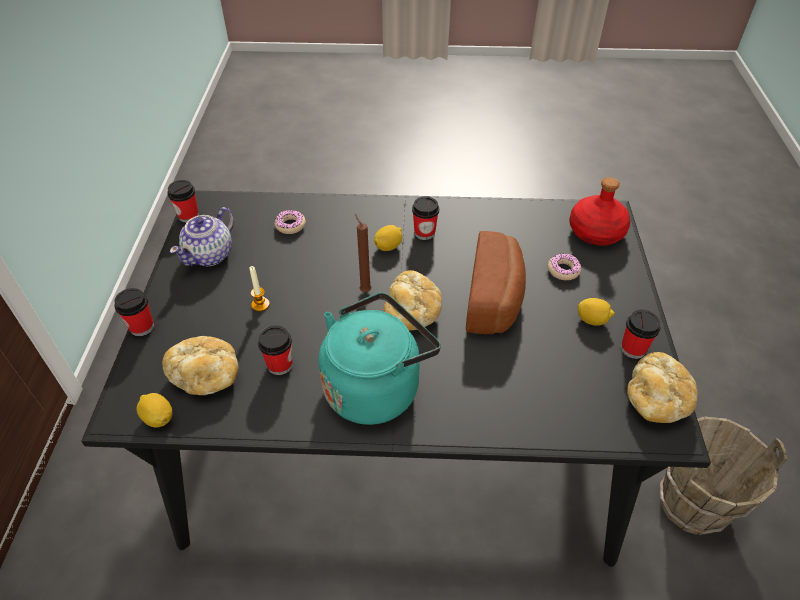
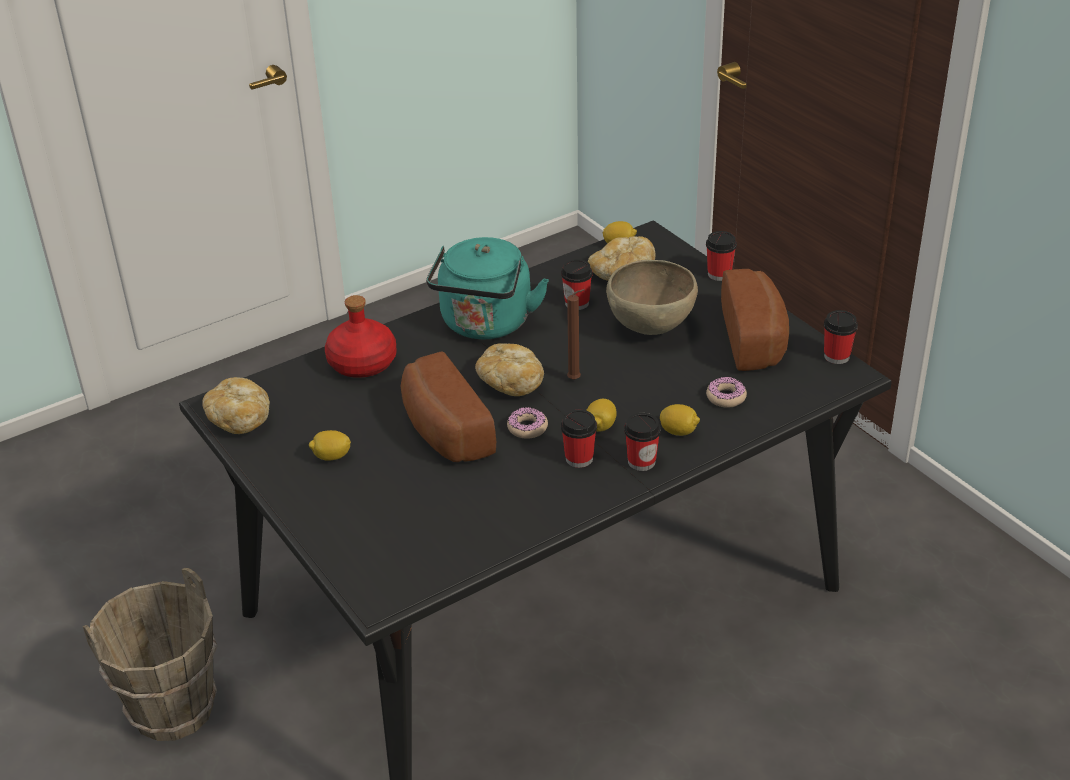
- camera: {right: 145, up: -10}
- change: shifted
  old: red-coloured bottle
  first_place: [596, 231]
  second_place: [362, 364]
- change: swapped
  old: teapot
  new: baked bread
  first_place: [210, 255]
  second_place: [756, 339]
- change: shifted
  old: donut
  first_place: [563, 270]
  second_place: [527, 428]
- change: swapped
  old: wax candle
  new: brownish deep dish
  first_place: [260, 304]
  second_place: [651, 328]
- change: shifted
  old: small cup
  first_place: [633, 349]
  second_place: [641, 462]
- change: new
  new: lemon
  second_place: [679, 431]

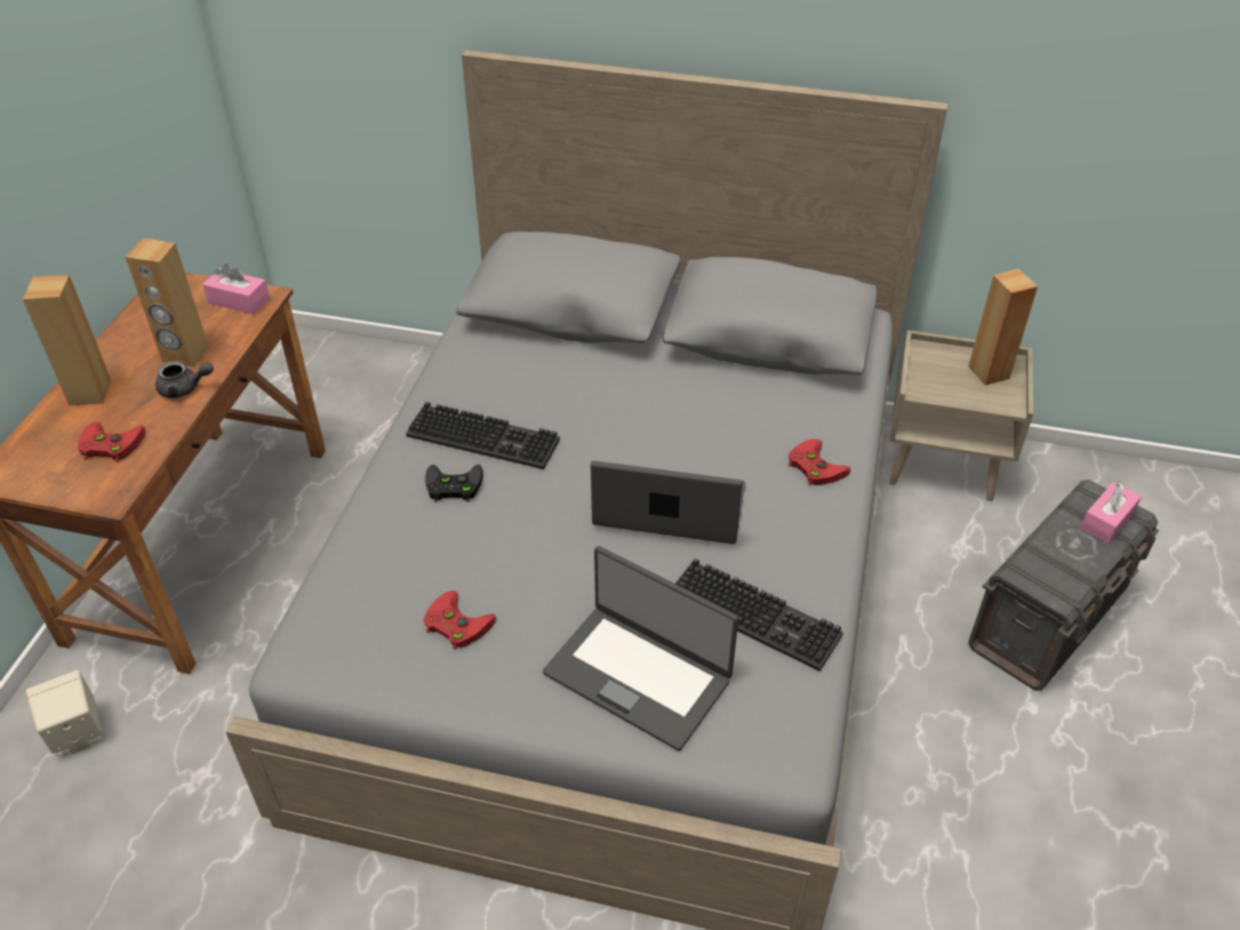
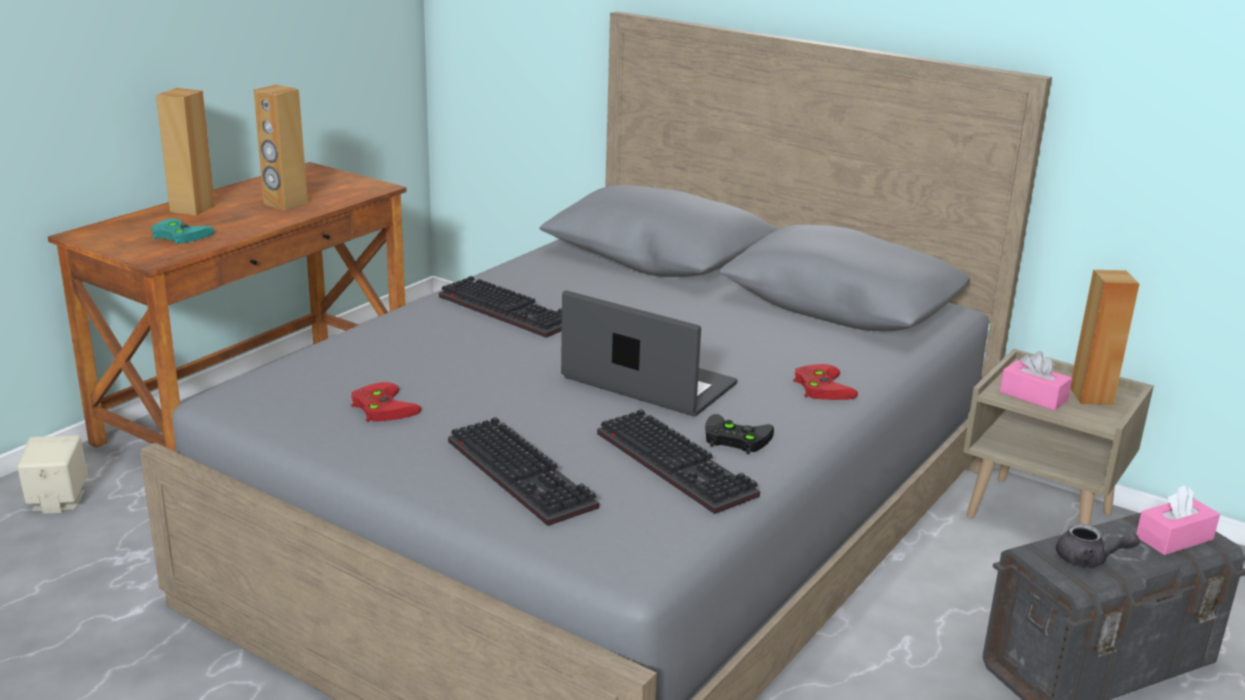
- camera: {right: 20, up: -20}
- change: shifted
  old: pinkish tissue box
  first_place: [239, 301]
  second_place: [1033, 396]
- change: shifted
  old: grey teapot
  first_place: [184, 389]
  second_place: [1089, 560]
- change: repainted
  old: red-coloured joypad
  new: turquoise-coloured joypad
  first_place: [108, 445]
  second_place: [178, 235]
- change: shifted
  old: black joypad
  first_place: [451, 486]
  second_place: [734, 438]
- change: swapped
  old: portable computer
  new: keyboard
  first_place: [638, 675]
  second_place: [525, 474]

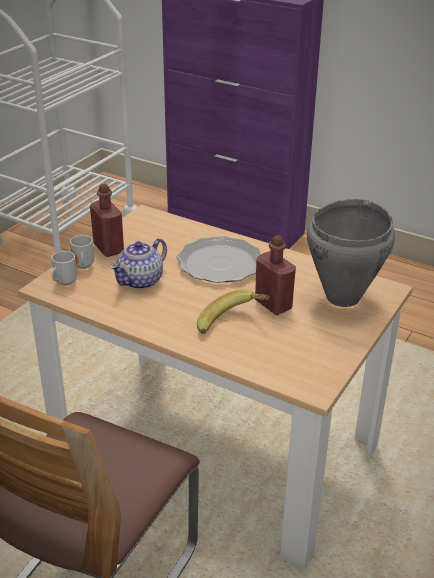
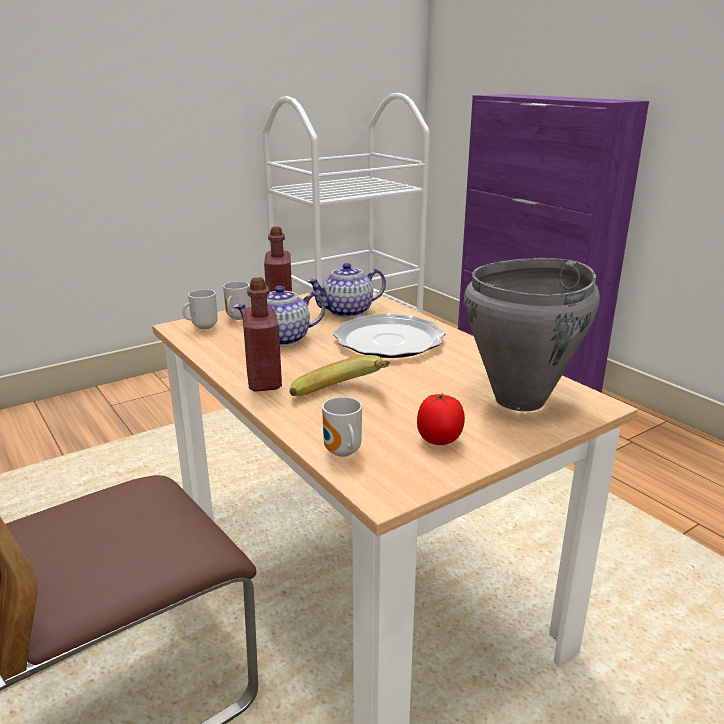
- camera: {right: 25, up: -10}
- change: shifted
  old: red-coloured bottle
  first_place: [273, 305]
  second_place: [264, 381]
- change: new
  new: teapot
  second_place: [348, 312]
- change: new
  new: whole tomato
  second_place: [439, 441]
- change: new
  new: mug
  second_place: [342, 453]

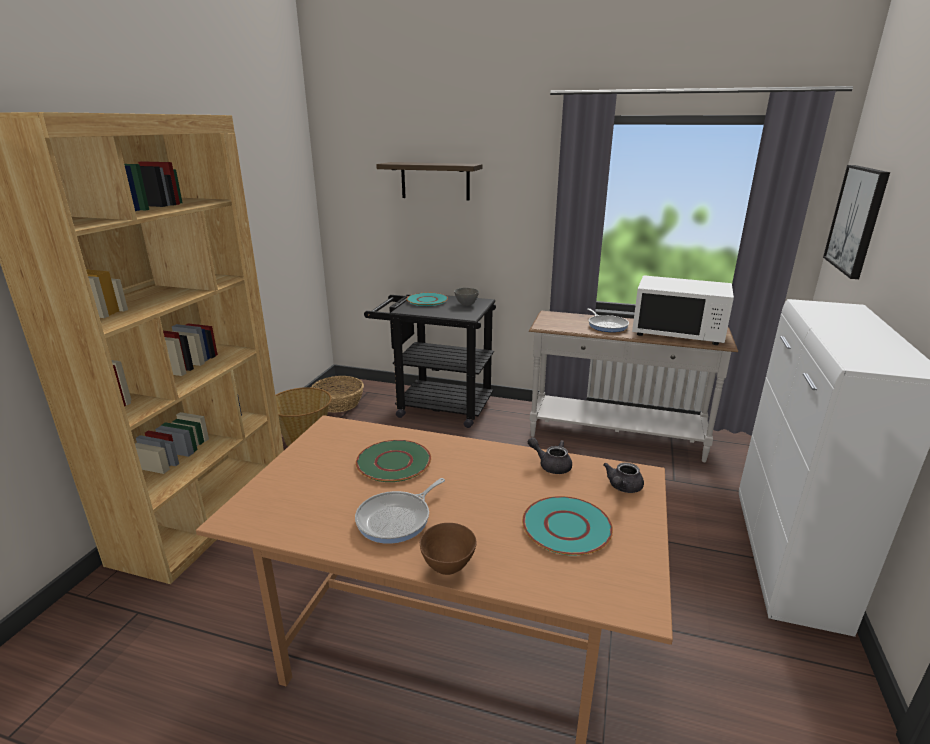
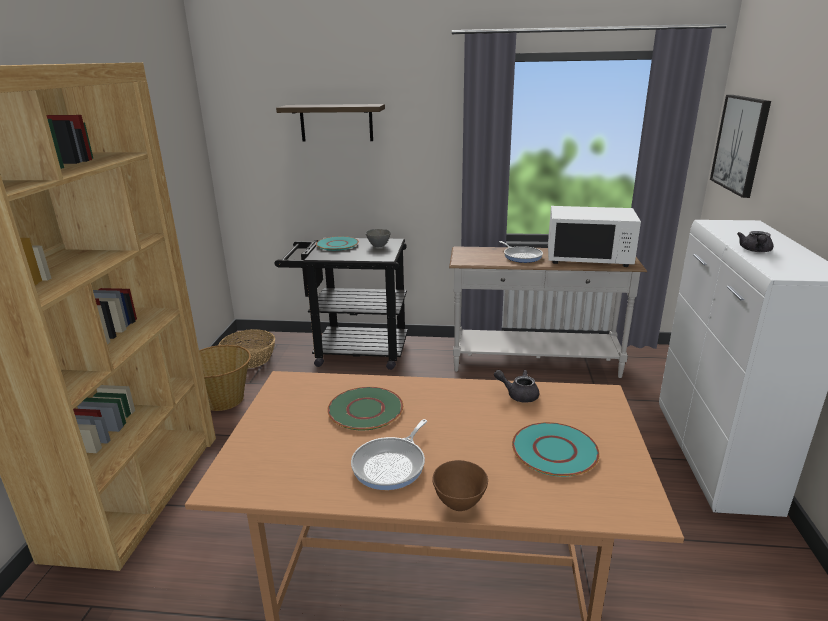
- camera: {right: -10, up: 0}
- change: shifted
  old: grey teapot
  first_place: [622, 487]
  second_place: [755, 251]

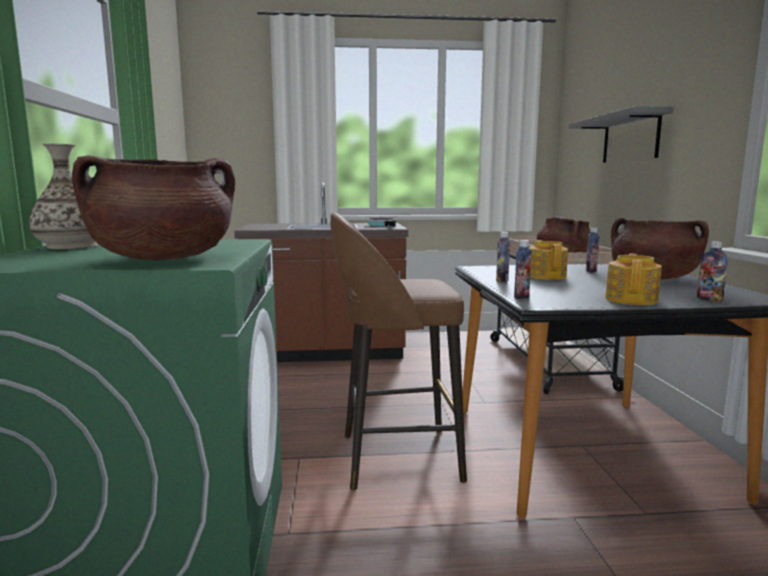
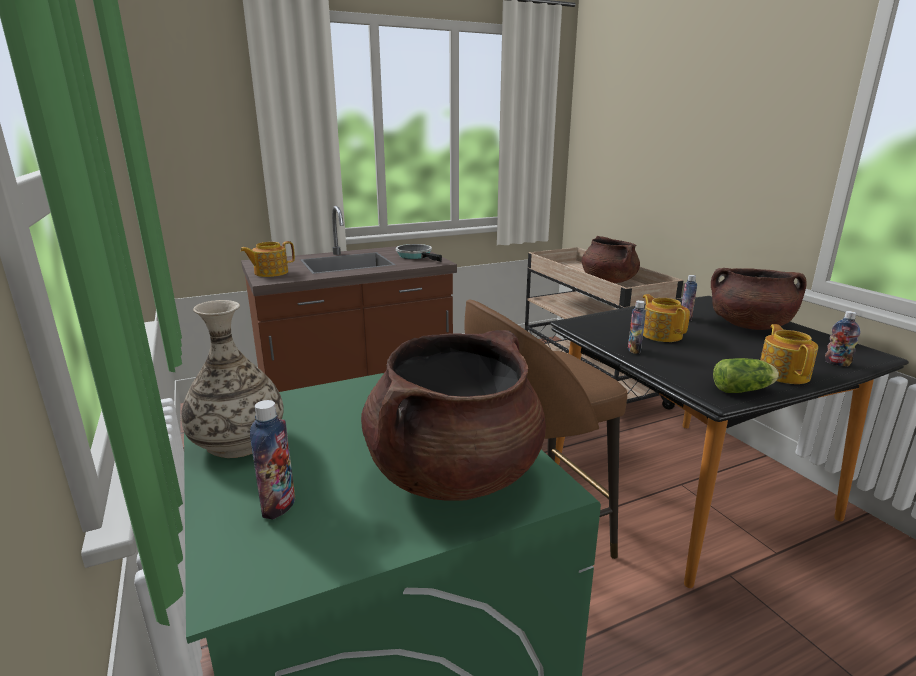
- camera: {right: -20, up: 10}
- change: gone
  old: grey bracket shelf
  first_place: [630, 138]
- change: shifted
  old: bottle
  first_place: [521, 297]
  second_place: [279, 506]
- change: new
  new: teapot
  second_place: [270, 273]
- change: new
  new: lettuce head
  second_place: [744, 390]

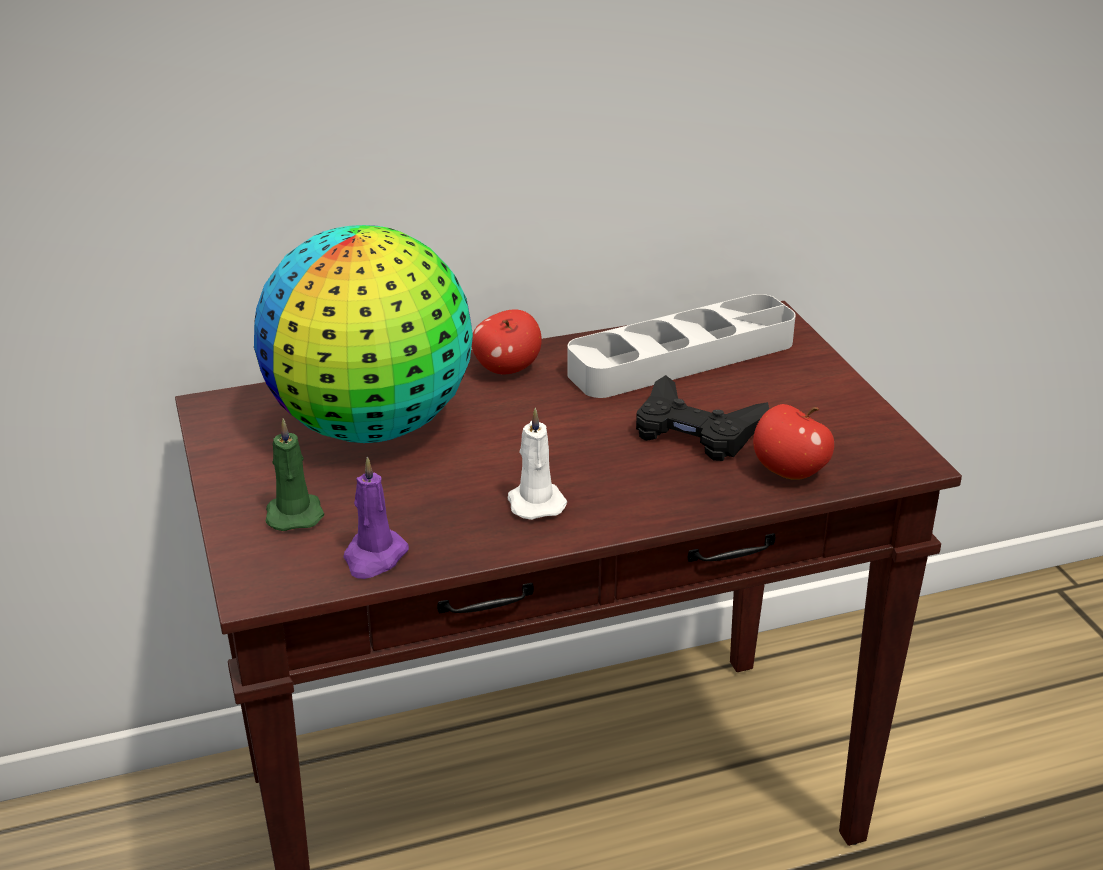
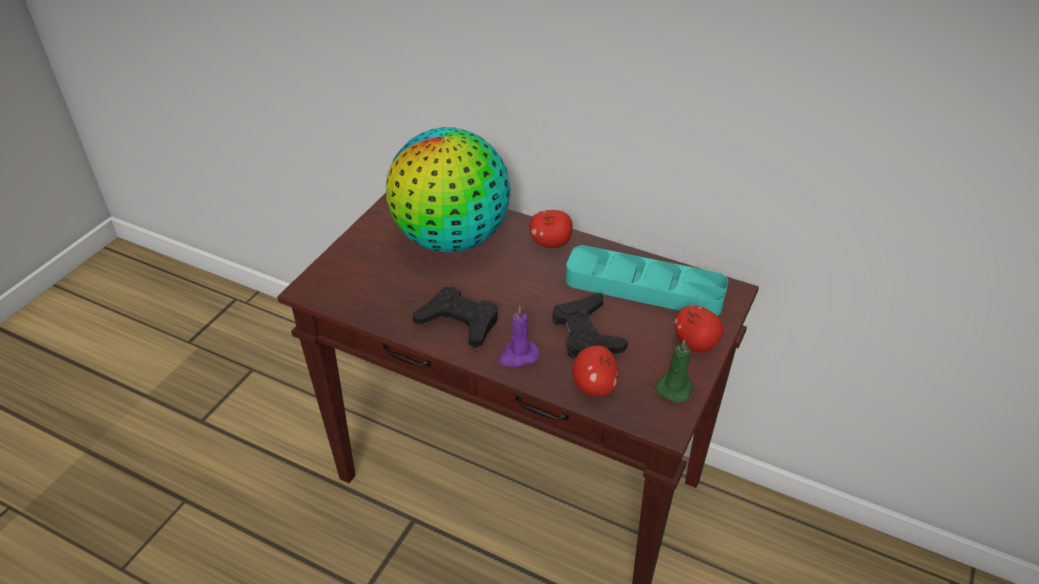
- camera: {right: 45, up: 10}
- change: repainted
  old: grey tray
  new: turquoise-coloured tray
  first_place: [682, 357]
  second_place: [644, 288]
- change: swapped
  old: whitish wax candle
  new: black joypad
  first_place: [535, 502]
  second_place: [459, 322]
- change: shifted
  old: green-coloured wax candle
  first_place: [294, 513]
  second_place: [675, 387]
- change: shifted
  old: purplish wax candle
  first_place: [374, 557]
  second_place: [518, 356]
- change: new
  new: whole apple
  second_place: [695, 343]

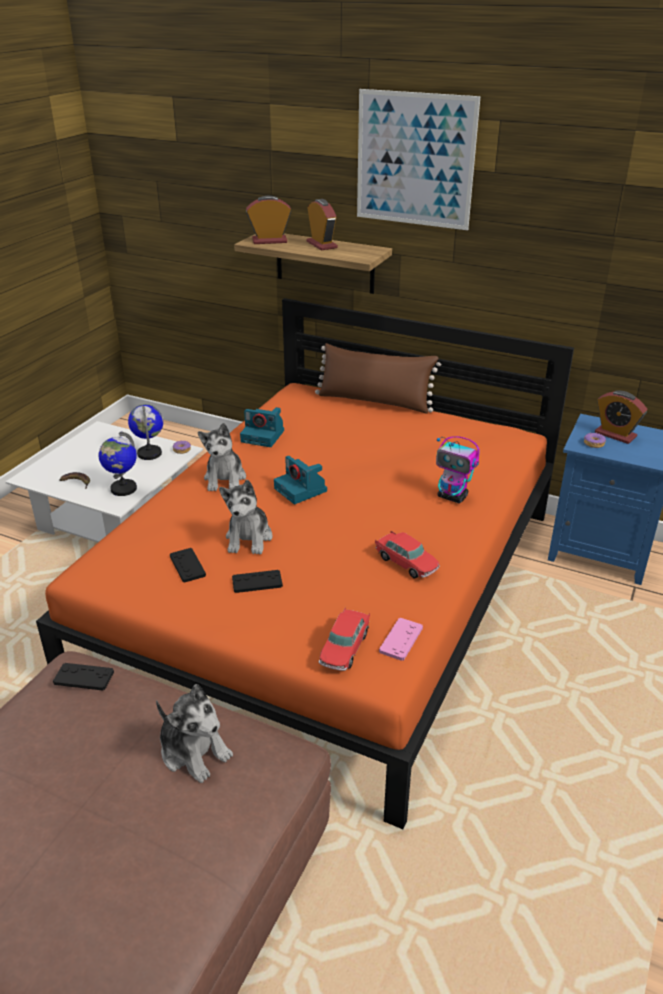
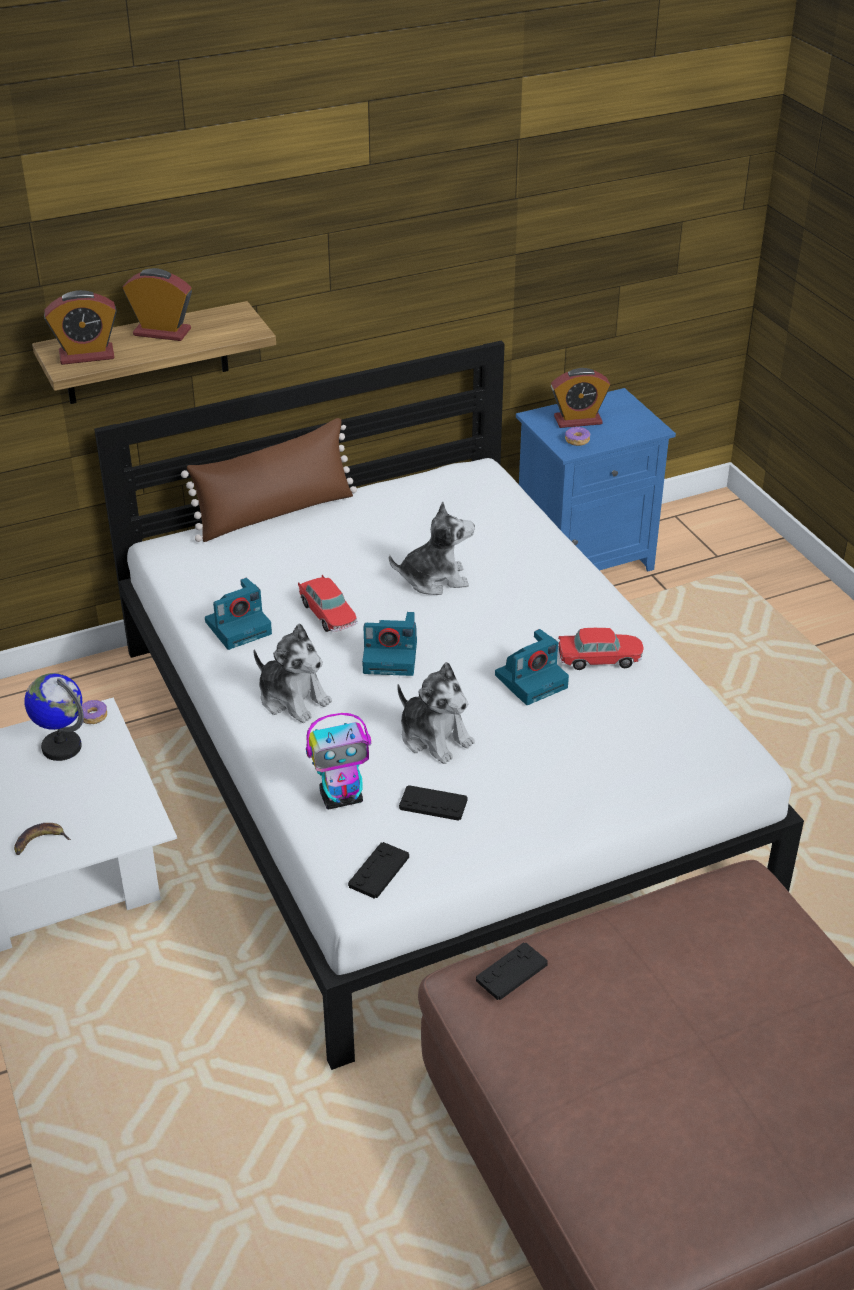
- camera: {right: -50, up: 5}
- change: gone
  old: wall picture
  first_place: [415, 160]
- change: rotated
  old: bedside clock
  first_place: [269, 241]
  second_place: [86, 355]
  degrees: -135
- change: repainted
  old: orangey bedroom bed
  new: whitish bedroom bed
  first_place: [333, 591]
  second_place: [429, 764]
- change: gone
  old: desk globe
  first_place: [123, 489]
- change: shifted
  old: toy robot
  first_place: [453, 497]
  second_place: [342, 797]
- change: shifted
  old: black joypad
  first_place: [257, 582]
  second_place: [379, 871]
- change: shifted
  old: toy car
  first_place: [344, 648]
  second_place: [328, 614]
- change: gone
  old: pinkish joypad
  first_place: [401, 640]
- change: shifted
  old: cuddly toy
  first_place: [194, 751]
  second_place: [434, 579]
- change: new
  new: still camera
  second_place: [532, 680]

